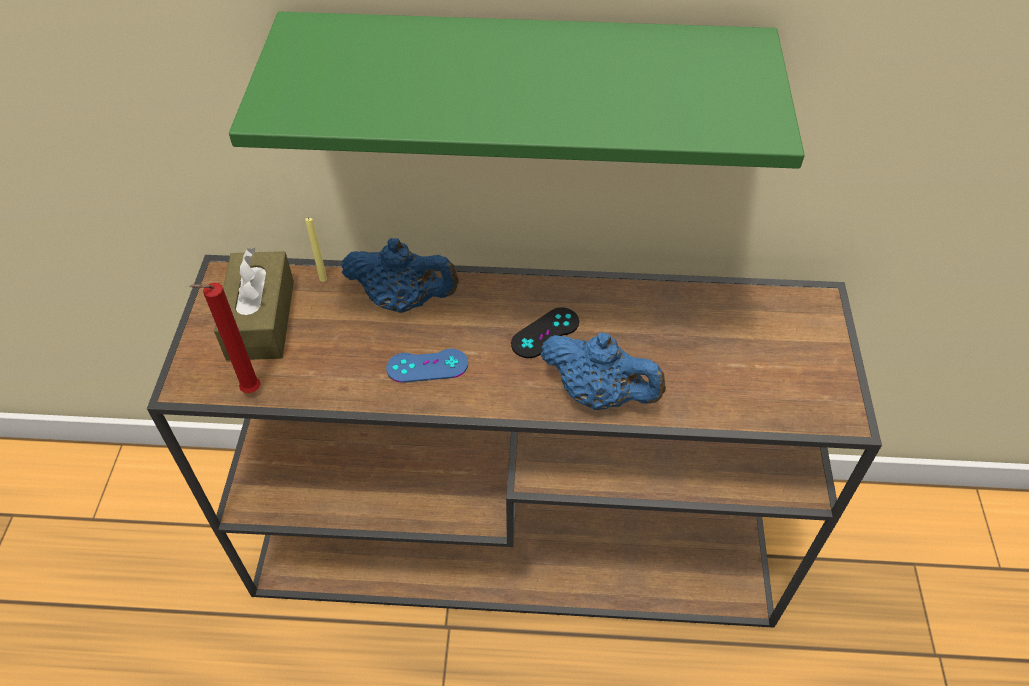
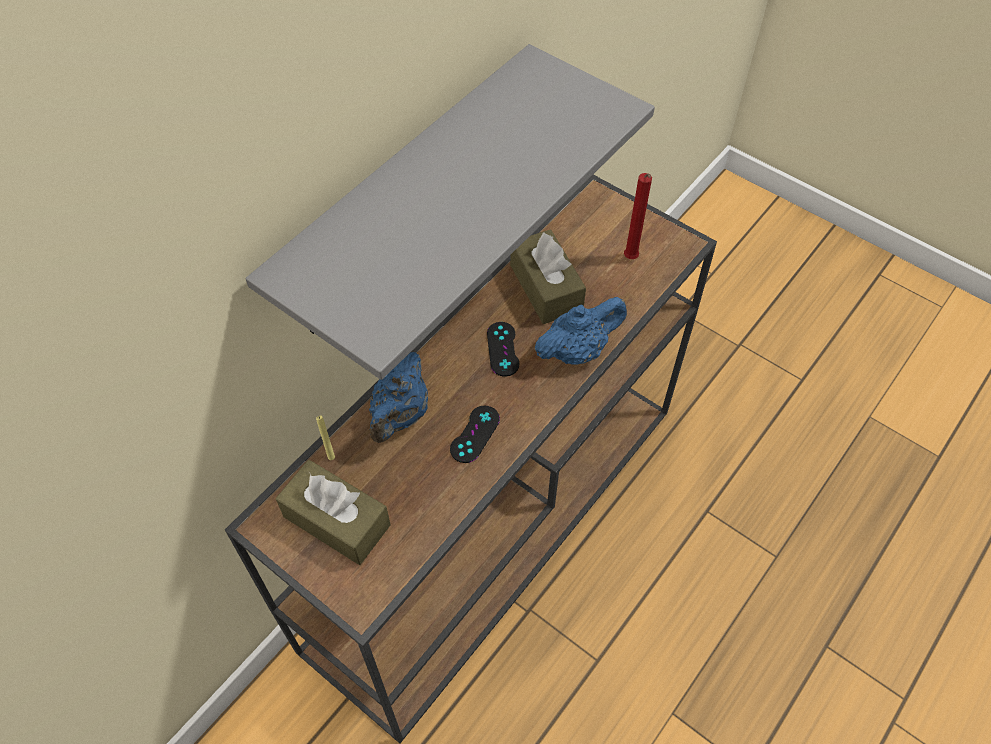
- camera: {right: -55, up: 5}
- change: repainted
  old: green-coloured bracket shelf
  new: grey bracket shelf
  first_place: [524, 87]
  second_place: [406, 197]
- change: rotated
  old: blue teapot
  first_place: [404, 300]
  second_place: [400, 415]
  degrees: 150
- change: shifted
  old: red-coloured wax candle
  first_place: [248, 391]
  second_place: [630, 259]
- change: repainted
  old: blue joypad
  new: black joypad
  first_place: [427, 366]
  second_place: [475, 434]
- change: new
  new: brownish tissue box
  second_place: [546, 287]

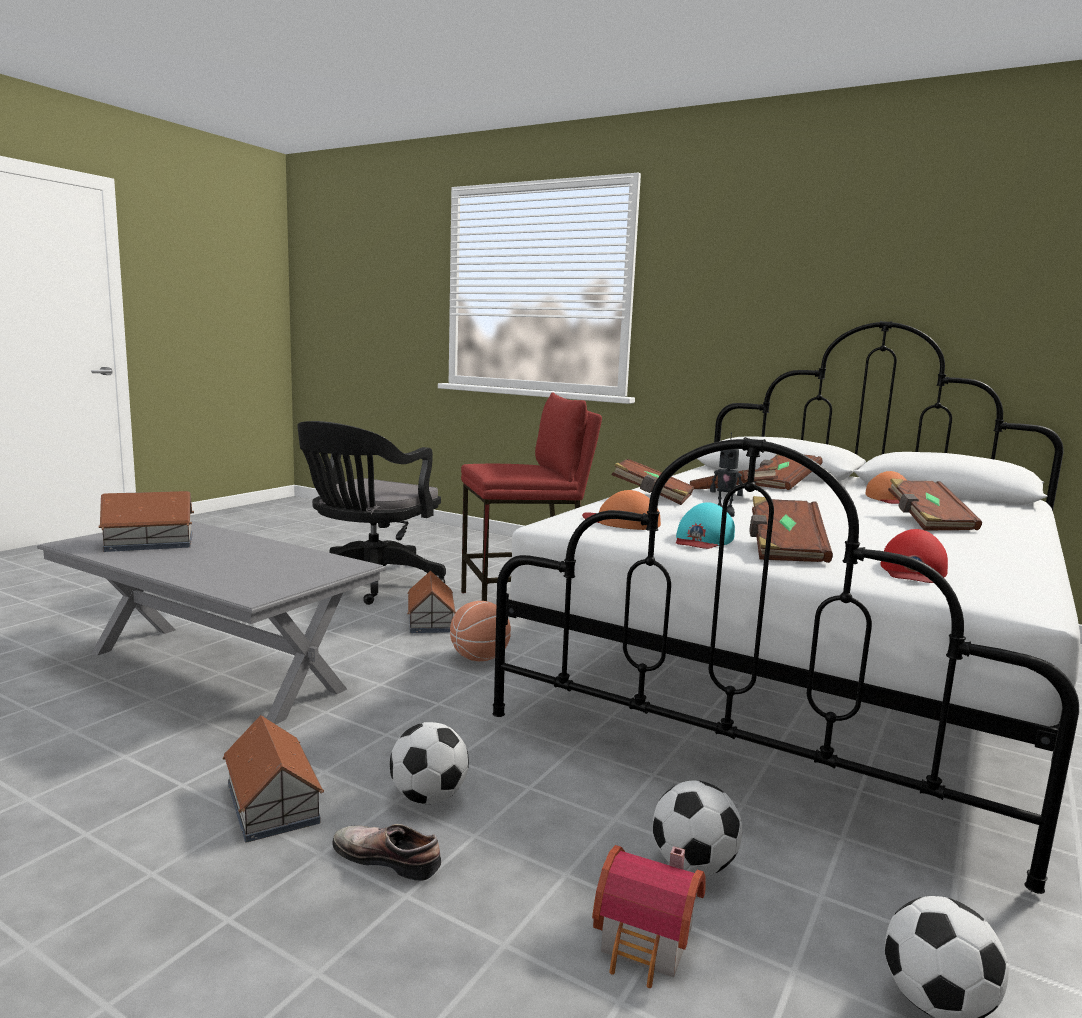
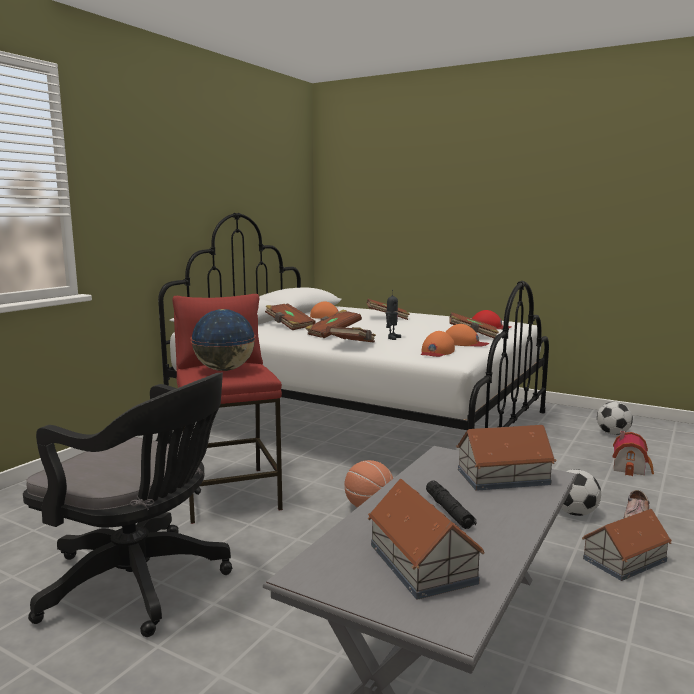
- camera: {right: -90, up: 0}
- change: repainted
  old: turquoise-coloured baseball cap
  new: orangey baseball cap
  first_place: [703, 539]
  second_place: [464, 343]
- change: shifted
  old: toy house
  first_place: [431, 620]
  second_place: [502, 476]
- change: gone
  old: ball for football
  first_place: [693, 866]
- change: new
  new: desk globe
  second_place: [225, 370]
- change: new
  new: black torch
  second_place: [449, 511]

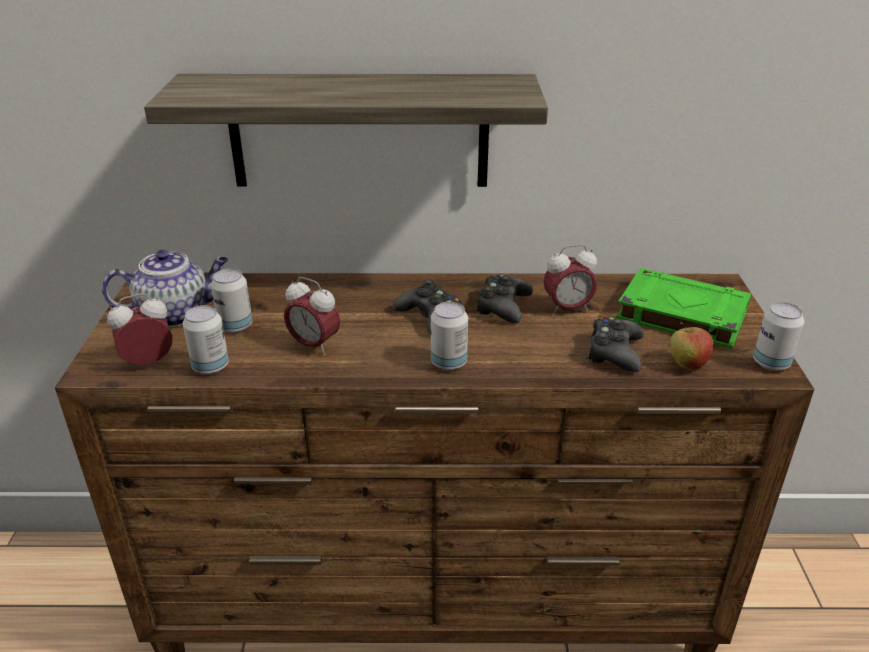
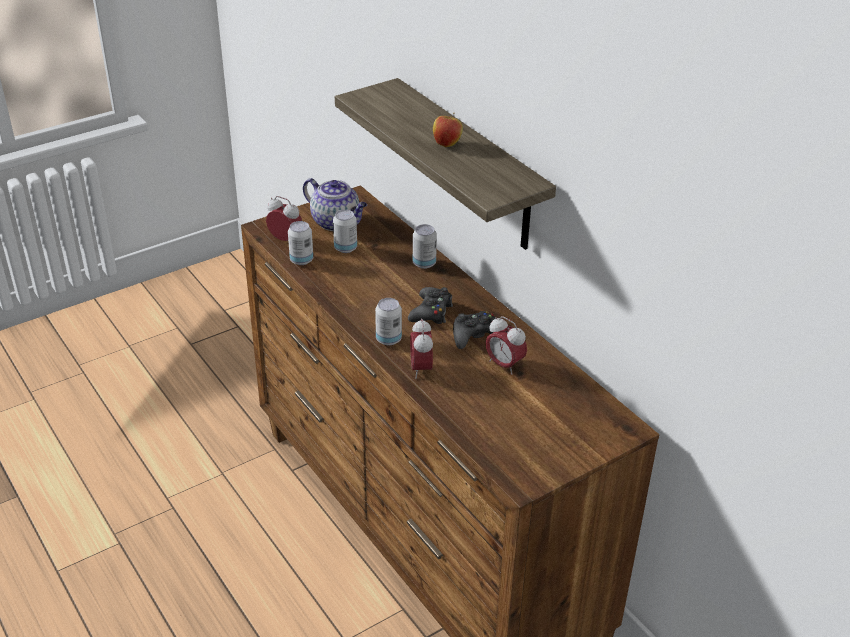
- camera: {right: 55, up: 5}
- change: gone
  old: green-coloured bound book
  first_place: [680, 314]
- change: shifted
  old: bedside clock
  first_place: [314, 345]
  second_place: [421, 369]
- change: shifted
  old: sealed can
  first_place: [771, 363]
  second_place: [424, 263]
- change: gone
  old: black joypad
  first_place: [614, 352]
- change: shifted
  old: whole apple
  first_place: [686, 365]
  second_place: [447, 144]

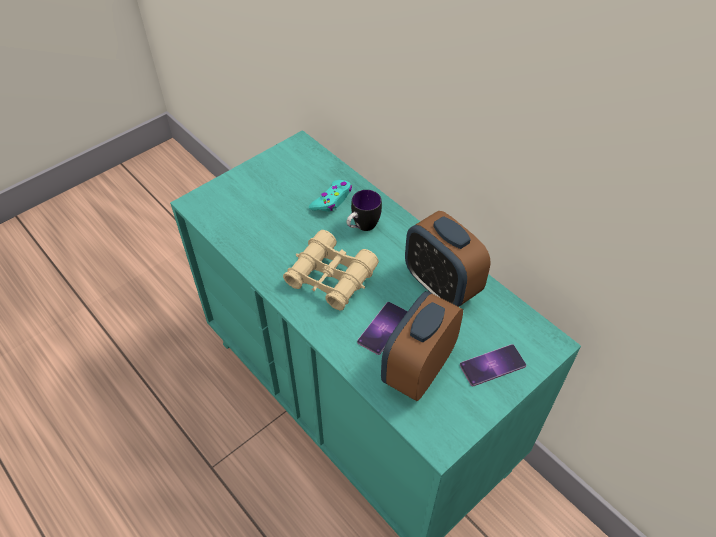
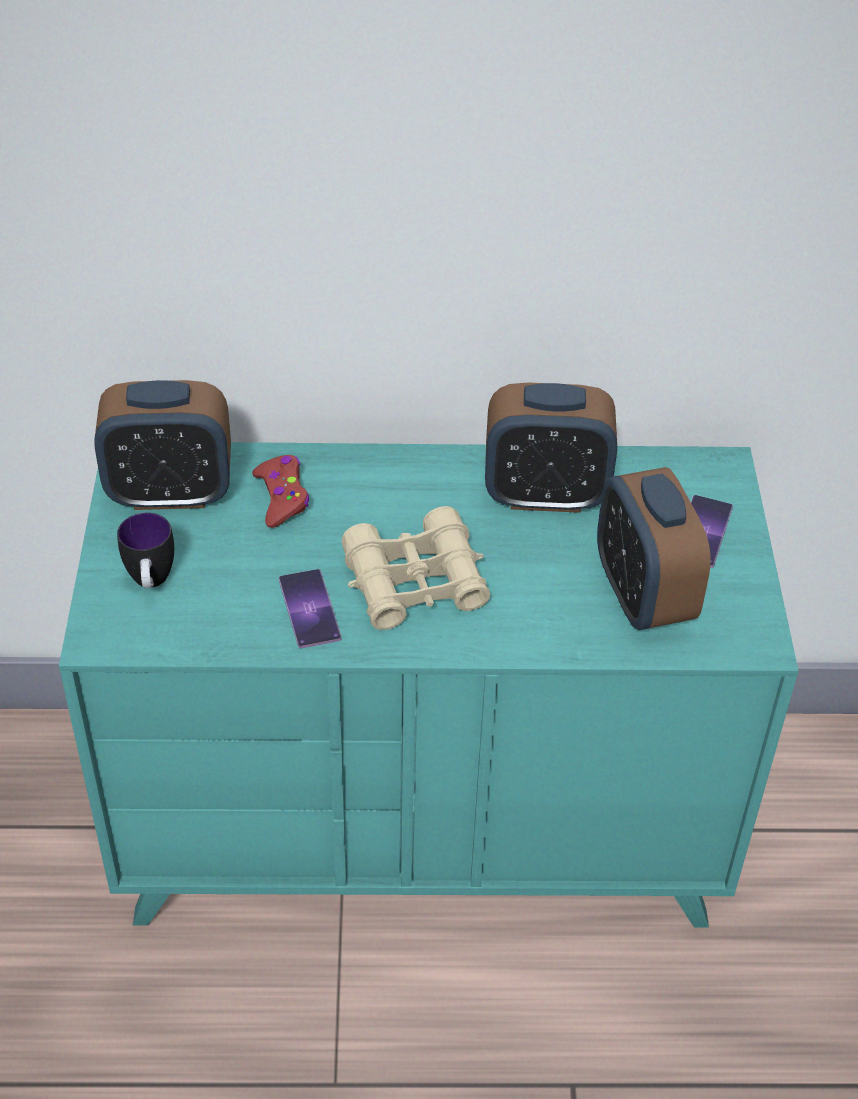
- camera: {right: -50, up: -5}
- change: repainted
  old: turquoise-coloured joypad
  new: red-coloured joypad
  first_place: [332, 200]
  second_place: [282, 497]
- change: shifted
  old: mug
  first_place: [362, 227]
  second_place: [151, 583]
- change: shifted
  old: phone
  first_place: [383, 328]
  second_place: [309, 609]
- change: new
  new: bedside clock
  second_place: [170, 493]

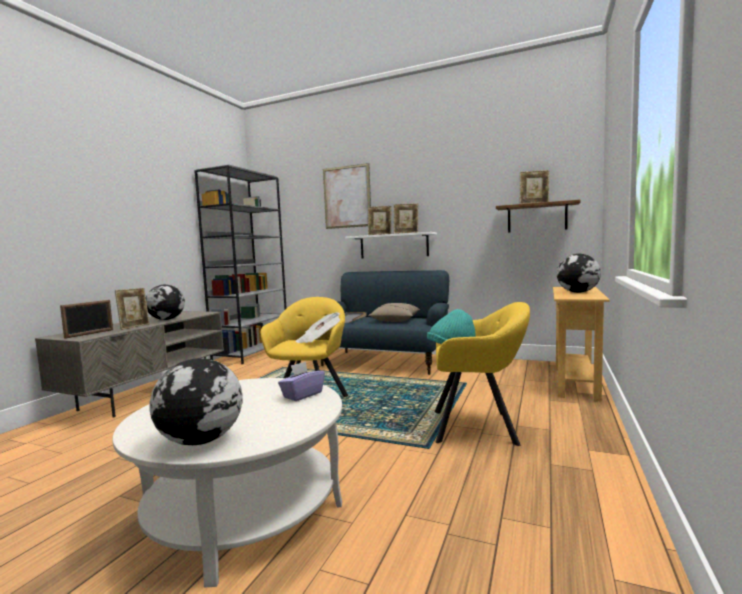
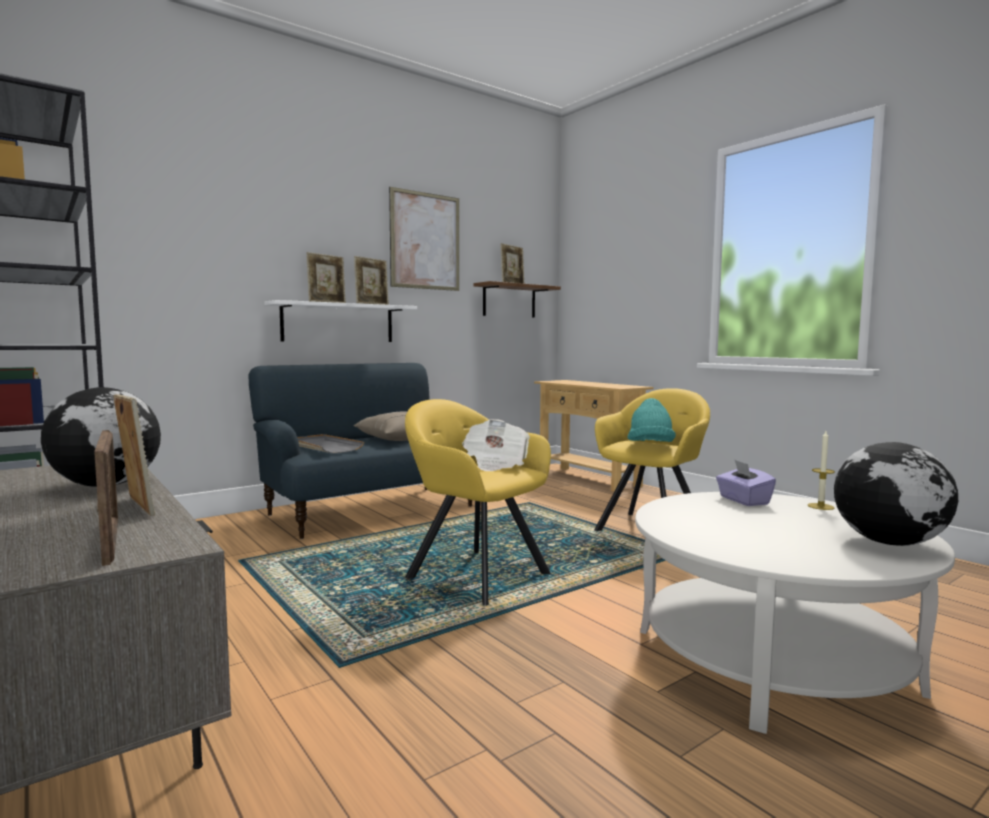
- camera: {right: -60, up: 0}
- change: shifted
  old: wall picture
  first_place: [347, 197]
  second_place: [425, 241]
- change: gone
  old: desk globe
  first_place: [578, 292]
- change: new
  new: wax candle
  second_place: [820, 506]

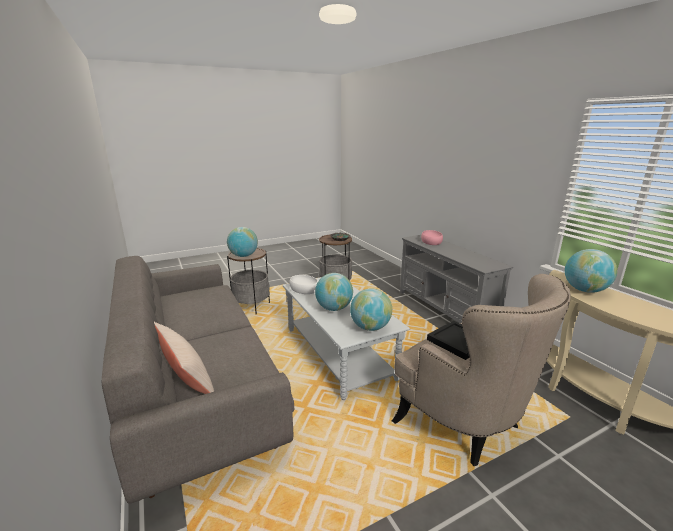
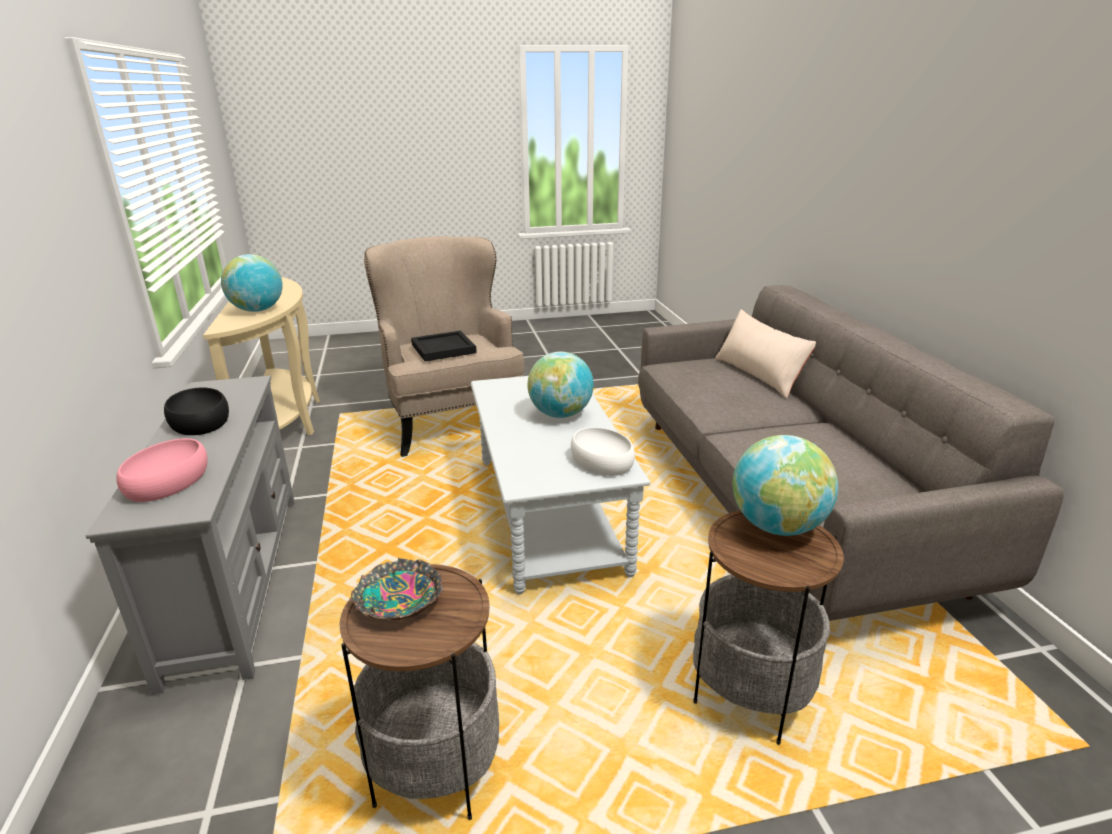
- camera: {right: -165, up: 5}
- change: gone
  old: desk globe
  first_place: [370, 327]
- change: new
  new: black deep dish
  second_place: [201, 421]

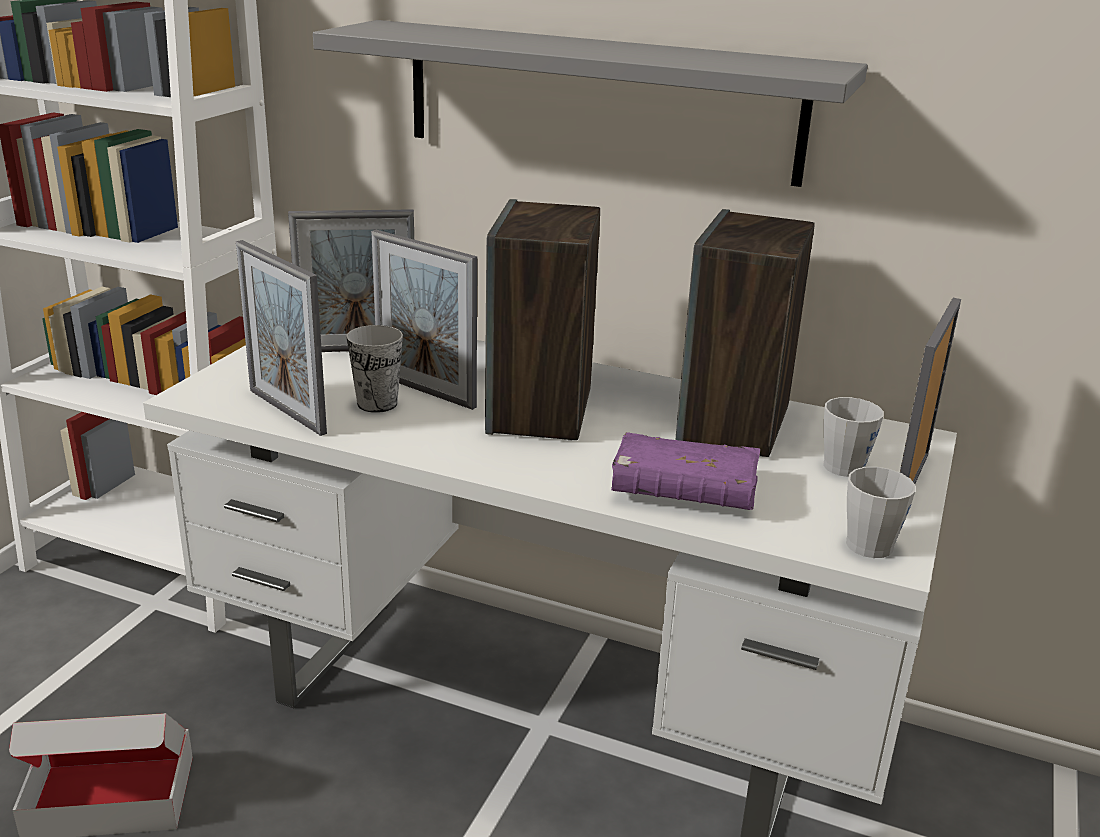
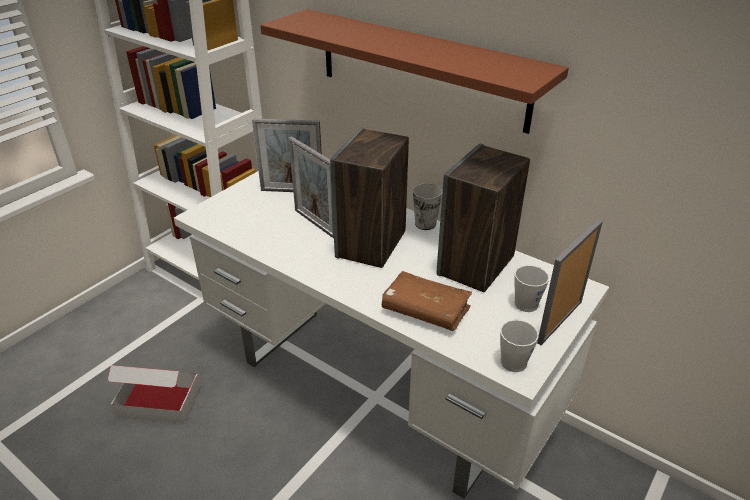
- camera: {right: 15, up: 10}
- change: repainted
  old: grey bracket shelf
  new: brownish bracket shelf
  first_place: [600, 101]
  second_place: [420, 69]
- change: gone
  old: picture frame
  first_place: [287, 411]
- change: shifted
  old: small cup
  first_place: [377, 403]
  second_place: [425, 224]
- change: repainted
  old: purplish bound book
  new: brownish bound book
  first_place: [683, 491]
  second_place: [425, 310]

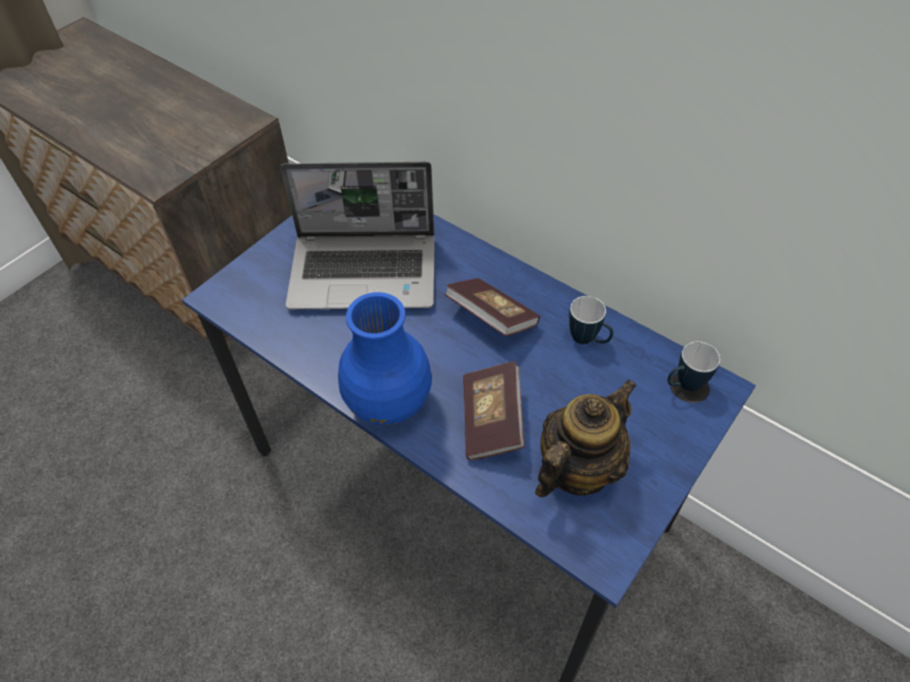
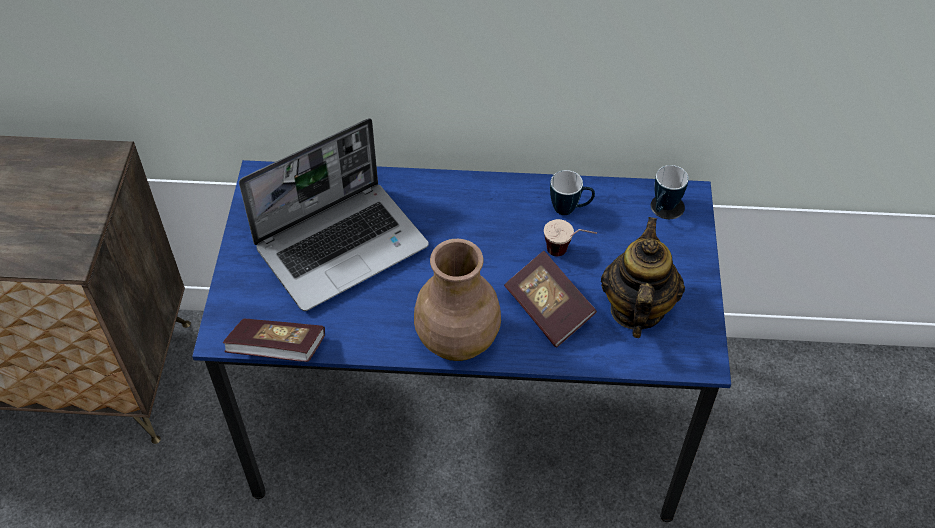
- camera: {right: -35, up: 0}
- change: shifted
  old: bound book
  first_place: [491, 317]
  second_place: [277, 350]
- change: repainted
  old: blue vase
  new: brownish vase
  first_place: [387, 403]
  second_place: [456, 341]
- change: new
  new: small cup
  second_place: [567, 254]

